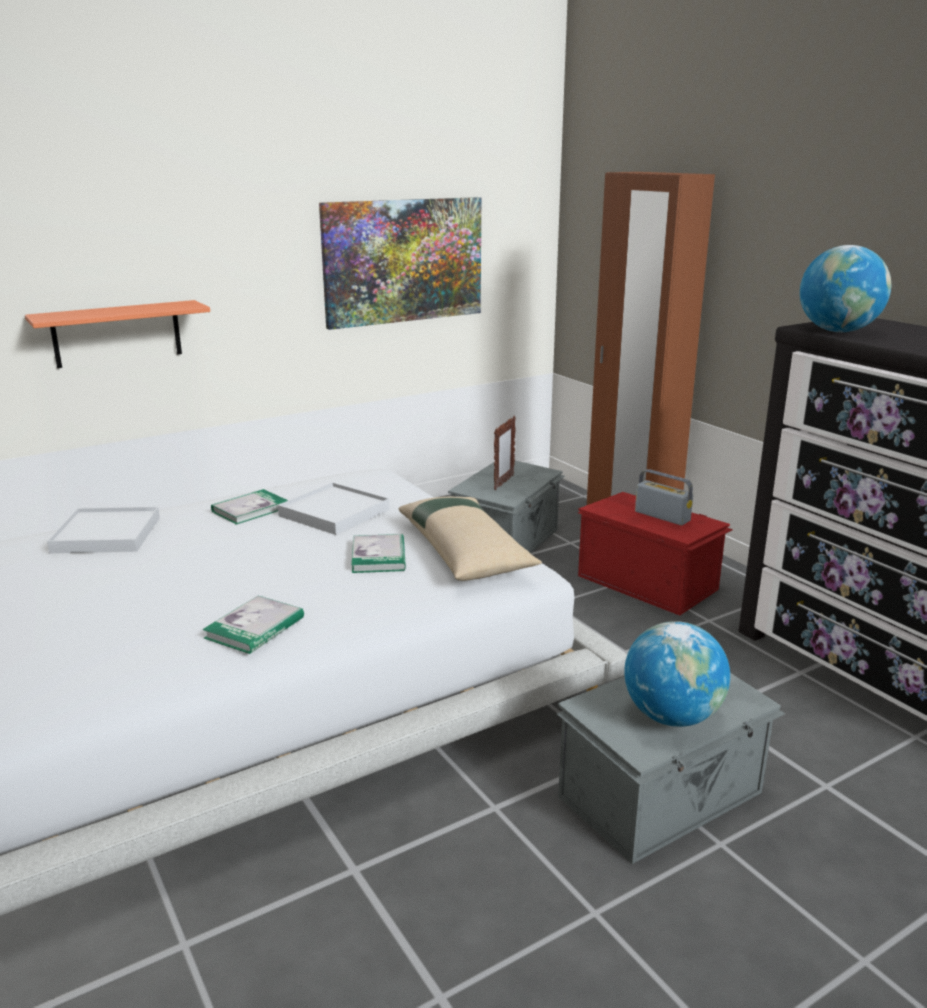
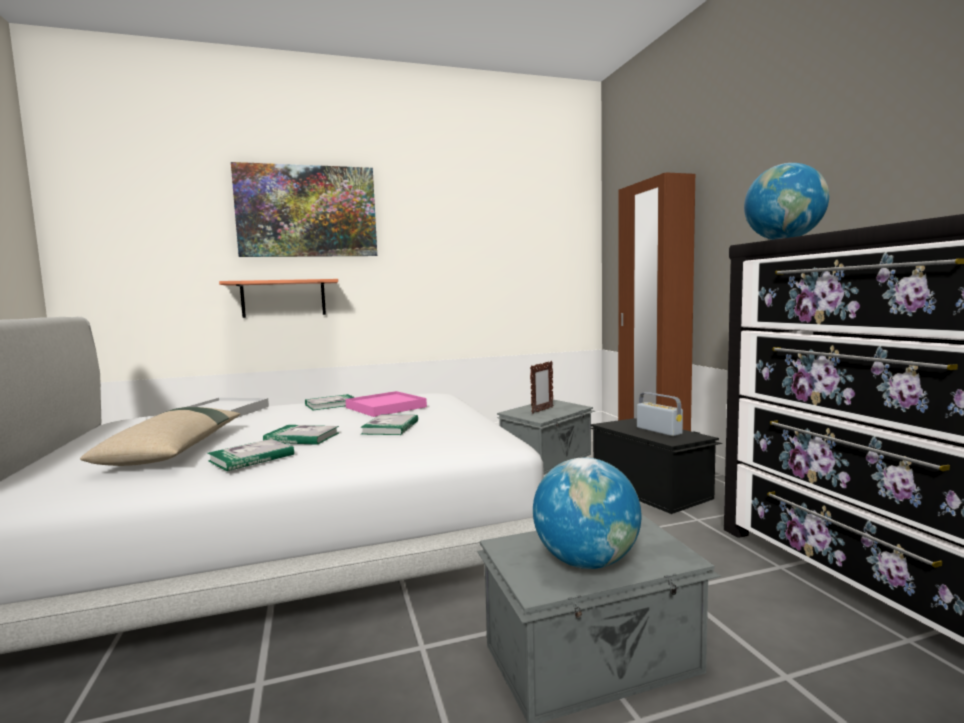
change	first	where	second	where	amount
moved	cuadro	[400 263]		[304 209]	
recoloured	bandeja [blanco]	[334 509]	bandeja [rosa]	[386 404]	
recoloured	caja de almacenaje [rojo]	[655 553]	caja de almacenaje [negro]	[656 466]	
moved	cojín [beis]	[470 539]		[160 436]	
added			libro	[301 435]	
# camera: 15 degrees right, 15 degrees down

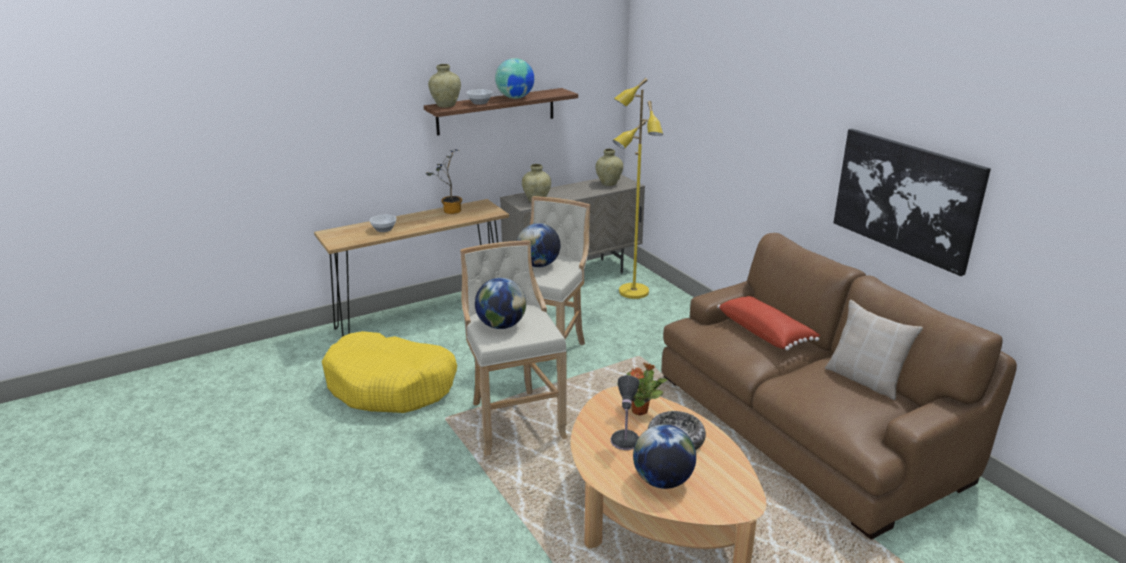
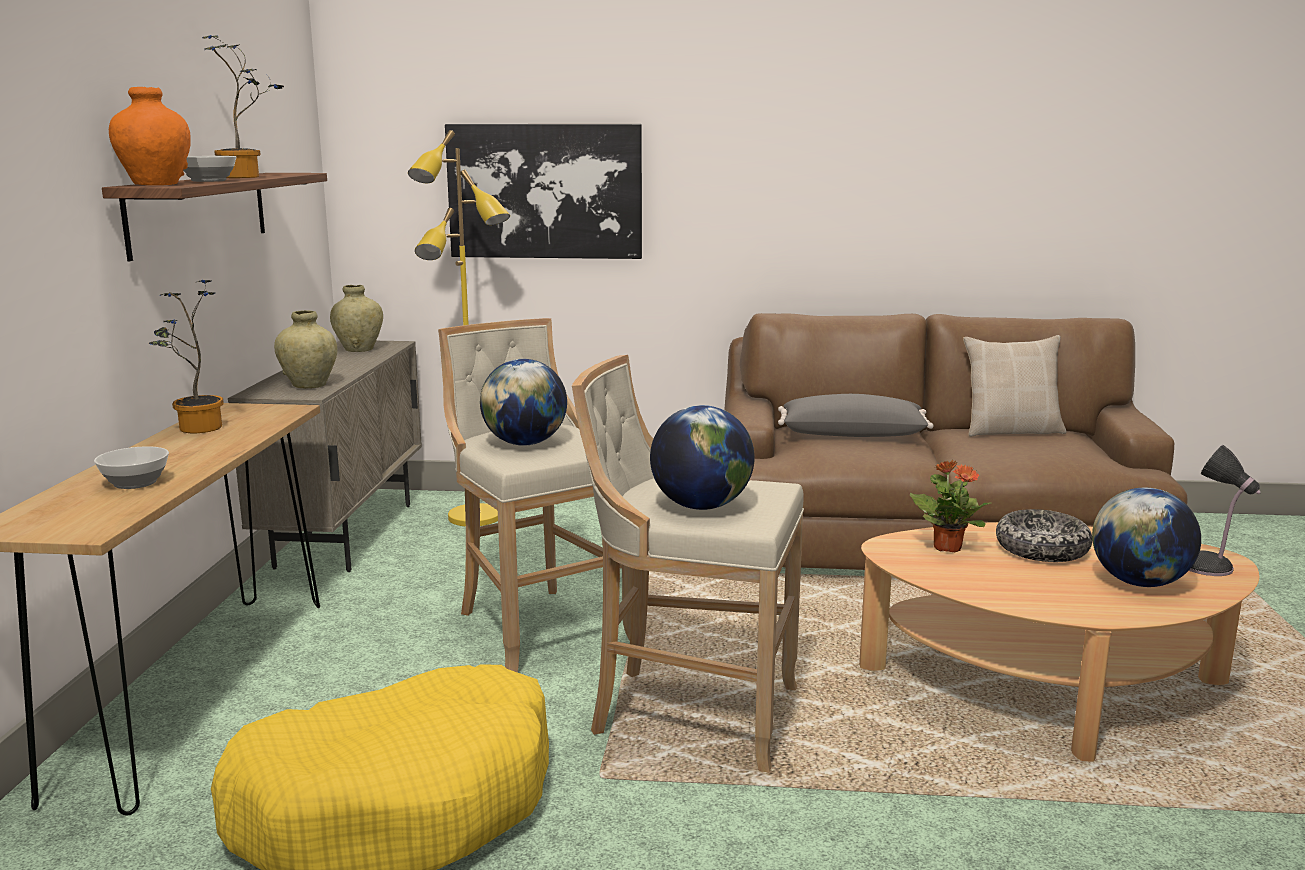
change	first	where	second	where	amount
replaced	globo terráqueo	[514 78]	planta en maceta	[243 106]	
recoloured	florero [beis]	[444 85]	florero [naranja]	[150 136]	
moved	cuadro	[912 202]		[543 191]	
recoloured	cojín [rojo]	[768 323]	cojín [gris]	[856 415]	
moved	lámpara de mesa	[625 412]		[1225 510]	
# camera: 55 degrees left, 10 degrees down

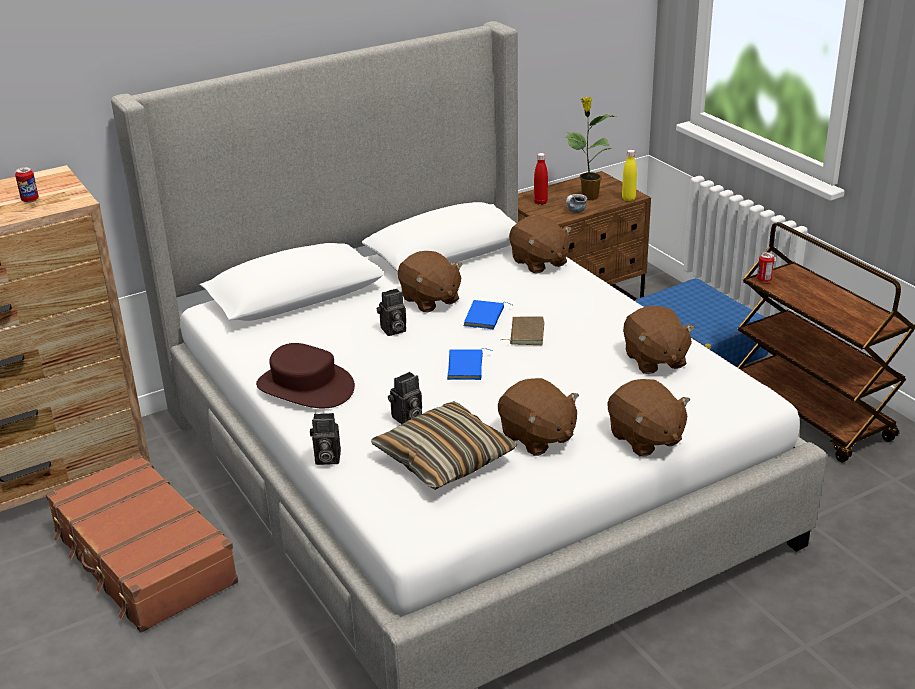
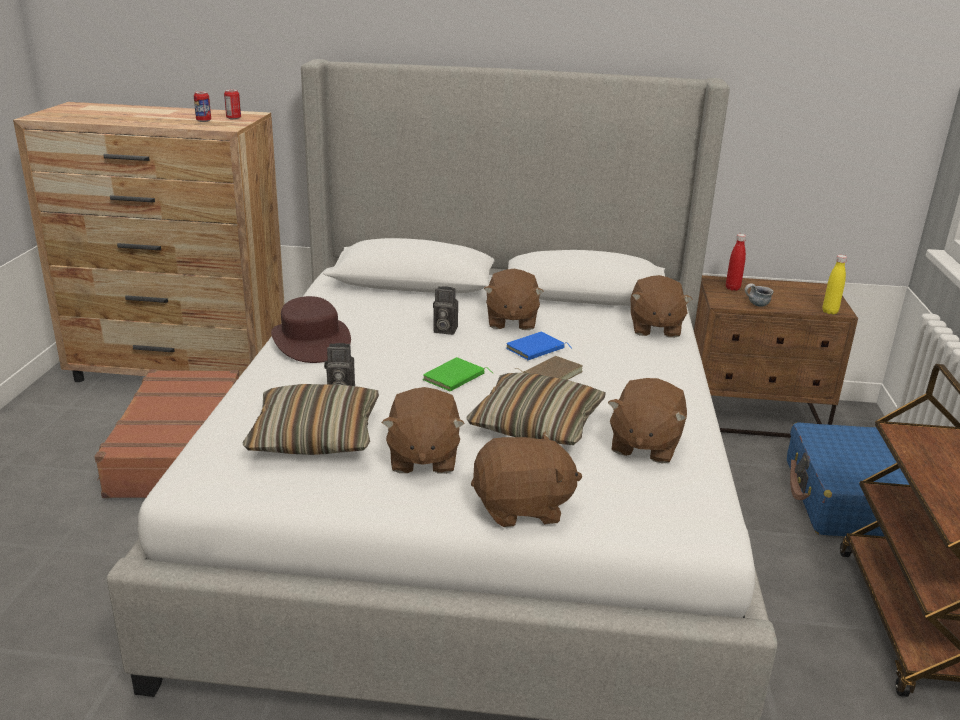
change	first	where	second	where	amount
removed	planta en maceta	[590 148]			
moved	lata	[766 267]		[232 104]	
recoloured	libro [azul]	[469 364]	libro [verde]	[458 374]	
turned	peluche [marrón]	[649 418]		[526 479]	105 degrees counterclockwise
removed	cámara	[325 439]			
added			cojín	[536 409]	
# camera: 35 degrees right, 5 degrees down

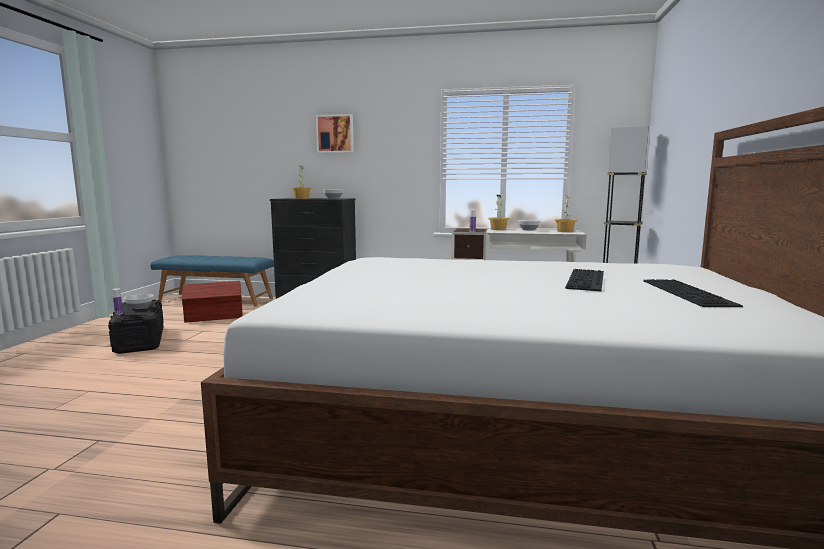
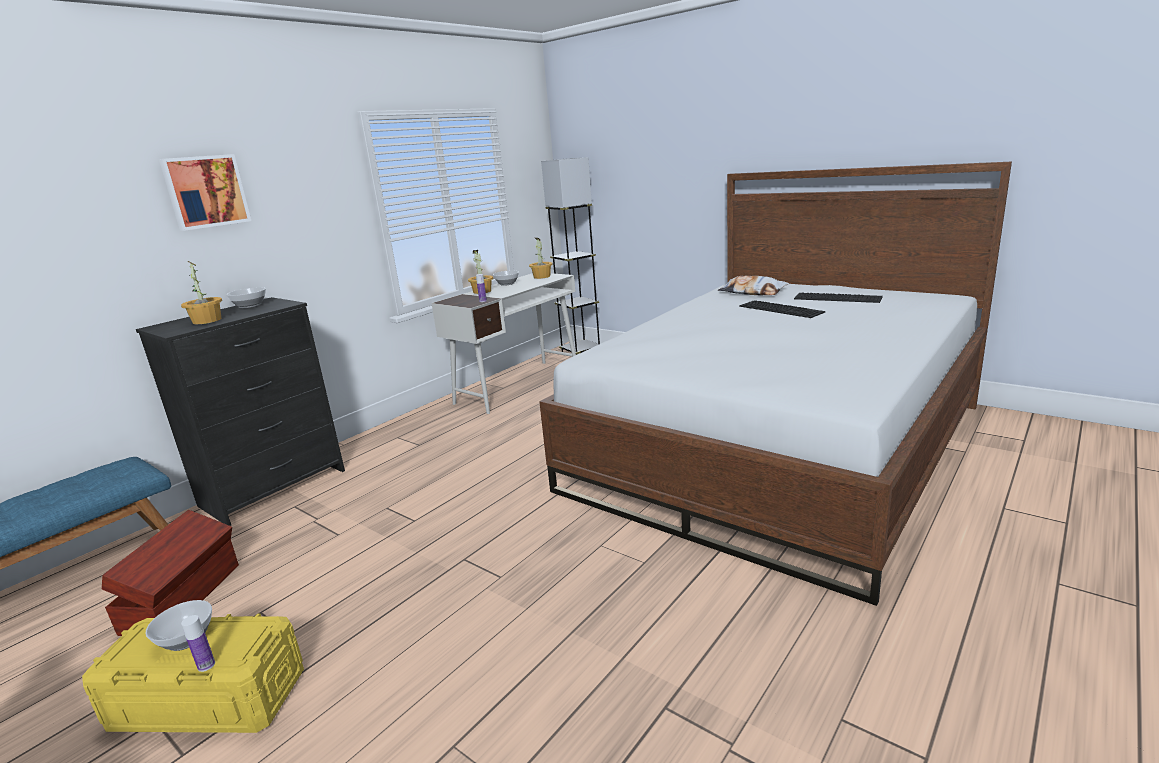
change	first	where	second	where	amount
recoloured	caja de almacenaje [negro]	[136 327]	caja de almacenaje [amarillo]	[193 673]	
added			cojín	[753 285]	
# camera: 60 degrees left, 10 degrees up

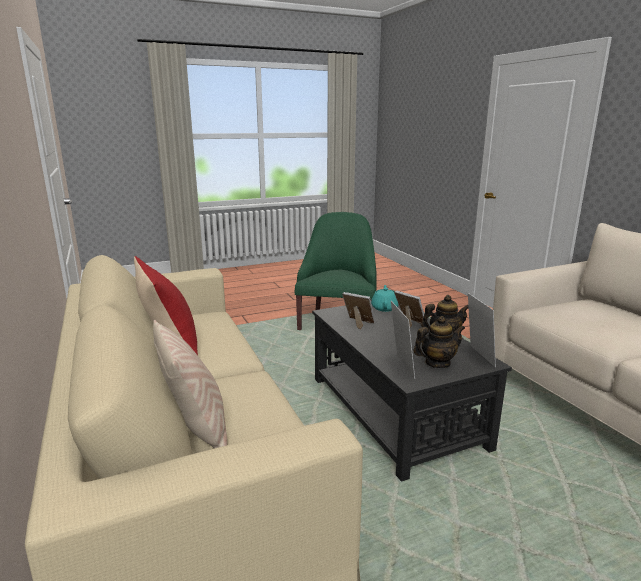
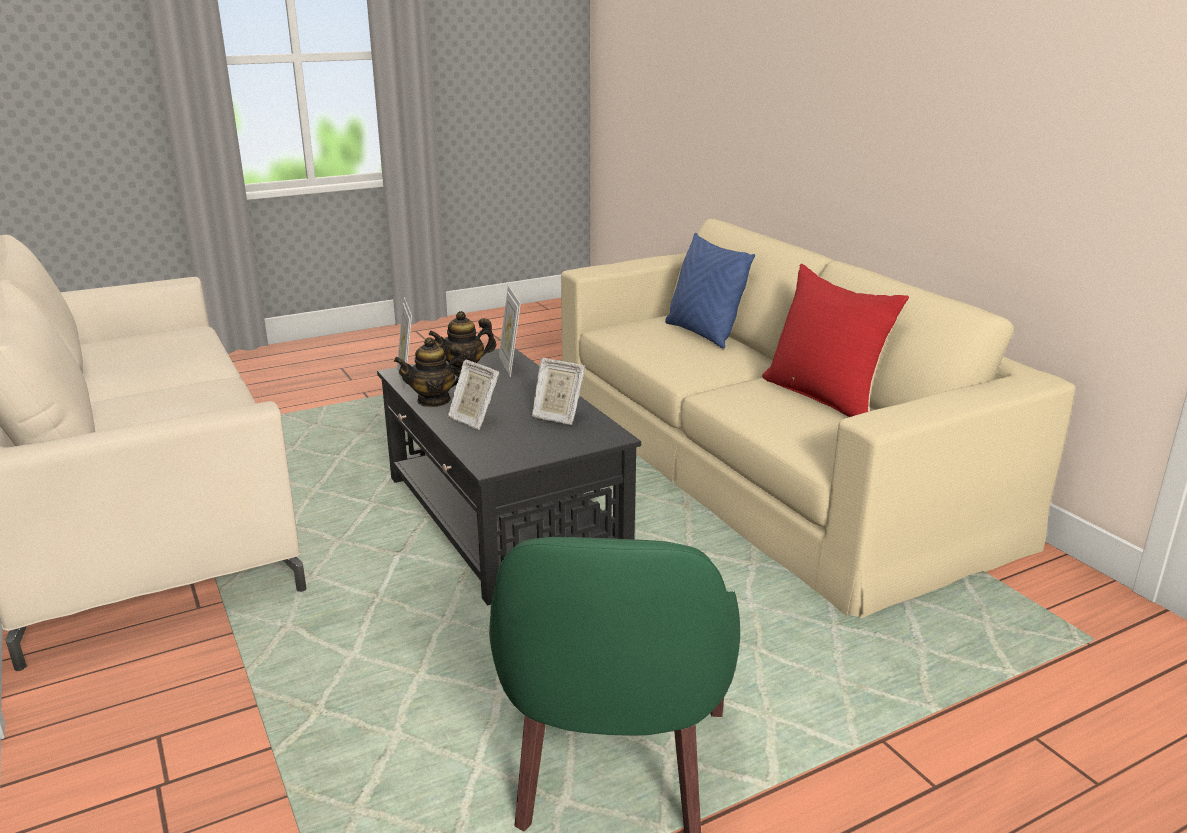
change	first	where	second	where	amount
removed	tetera [turquesa]	[384 298]			
recoloured	cojín [beis]	[190 383]	cojín [azul]	[710 290]	
# camera: 175 degrees right, 5 degrees up

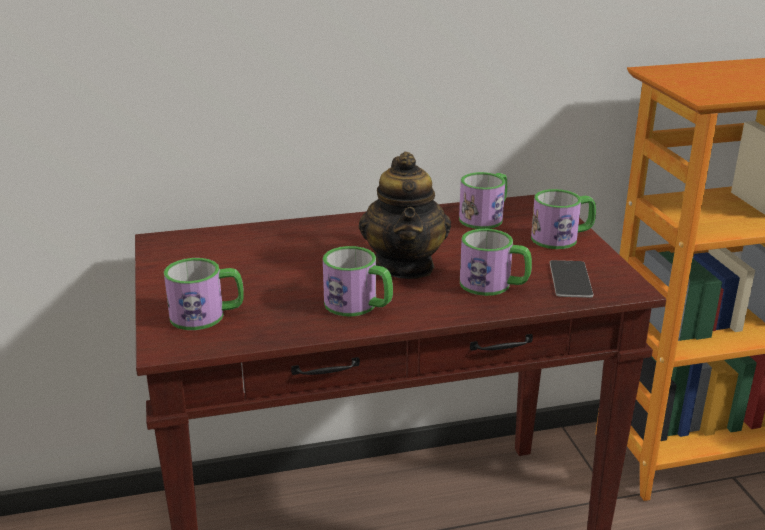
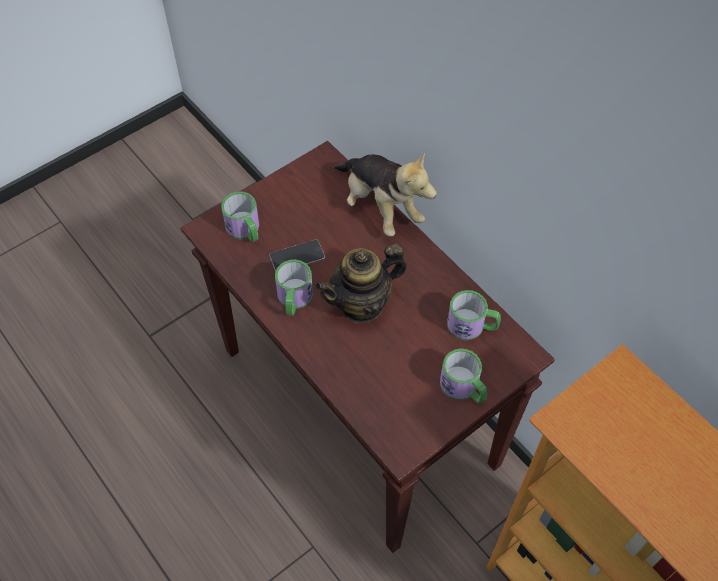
change	first	where	second	where	amount
removed	taza grande	[496 262]			
moved	móvil	[571 279]		[297 255]	
added			peluche	[385 194]	
# camera: 65 degrees right, 30 degrees up

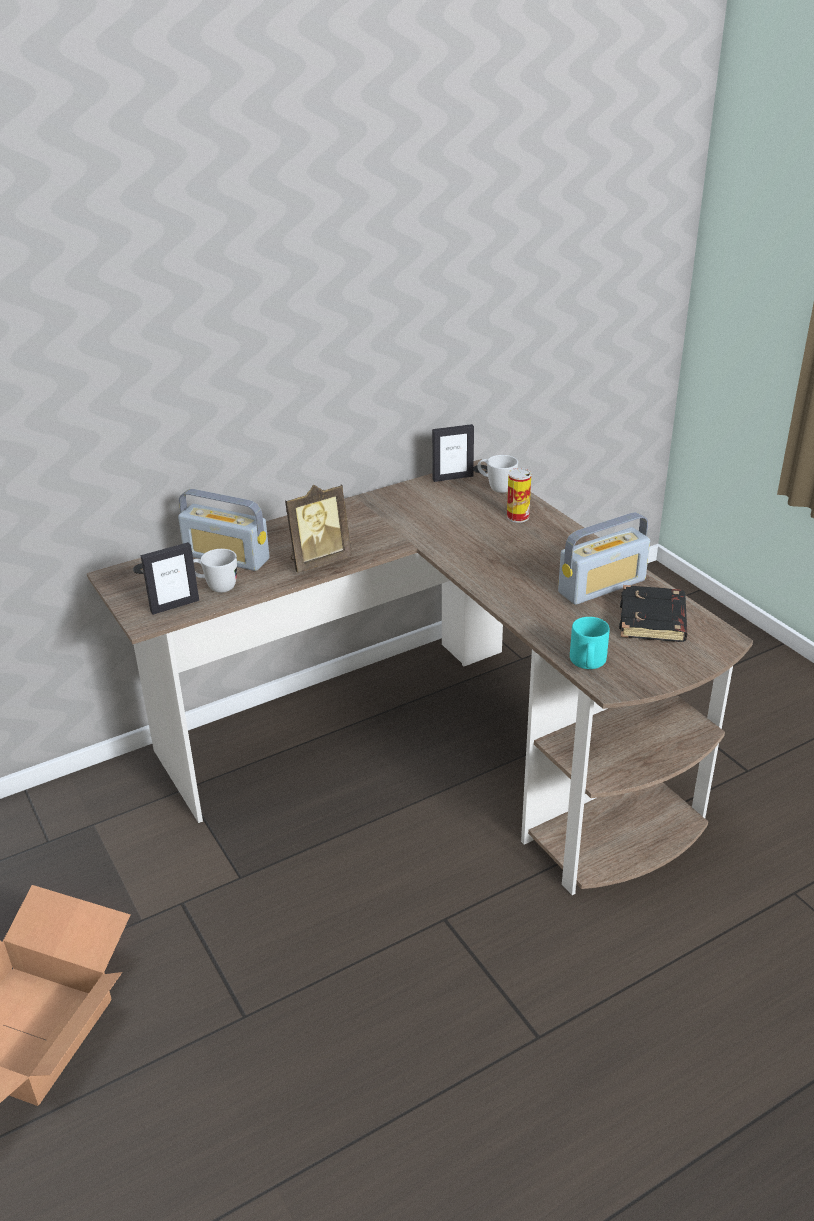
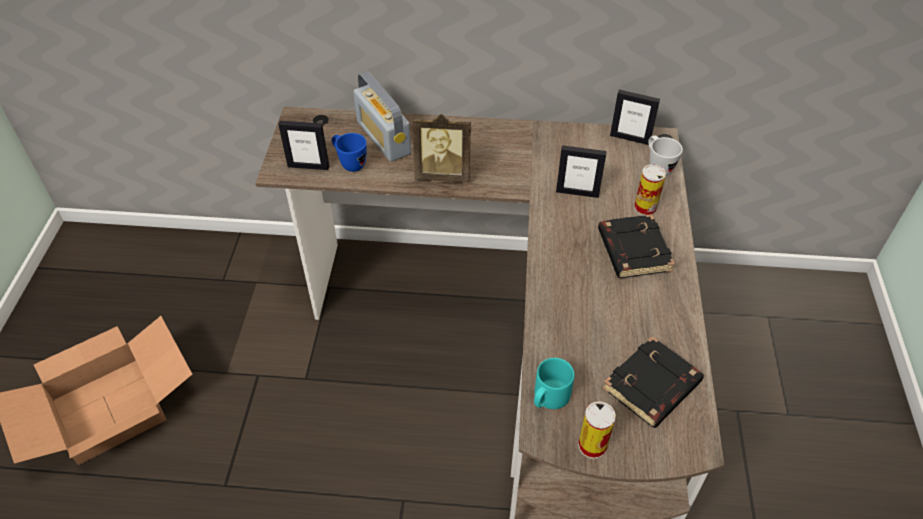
change	first	where	second	where	amount
removed	radio	[604 558]			
recoloured	taza grande [blanco]	[215 571]	taza grande [azul]	[349 152]	
added			portarretratos	[581 171]	
added			libro [negro]	[636 246]	
added			lata	[597 430]	
# camera: 35 degrees right, 15 degrees up

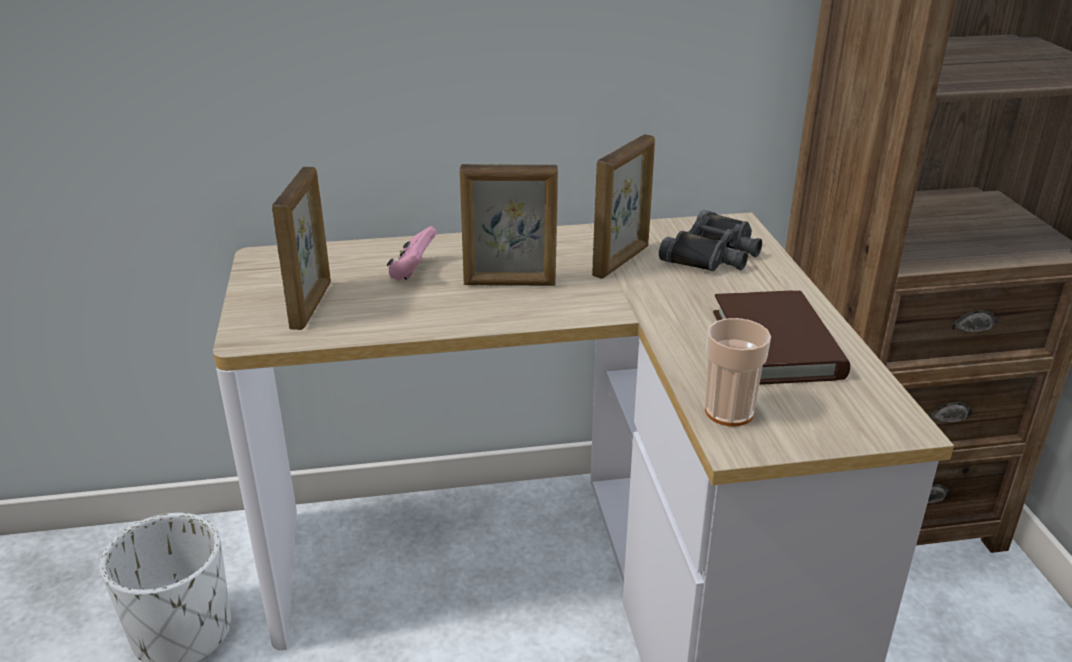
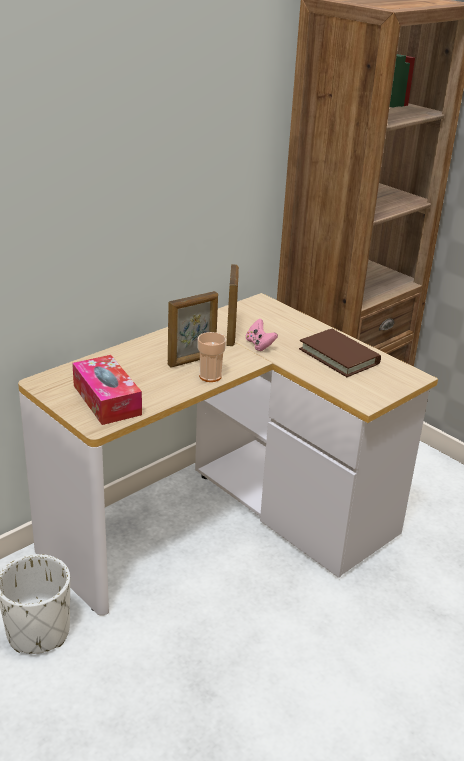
change	first	where	second	where	amount
replaced	portarretratos	[301 248]	caja de pañuelos	[107 390]	
removed	prismáticos [negro]	[710 241]			
moved	mando de consola [rosa]	[412 253]		[262 335]	
moved	taza	[738 372]		[212 357]	
# camera: 35 degrees left, 0 degrees up

